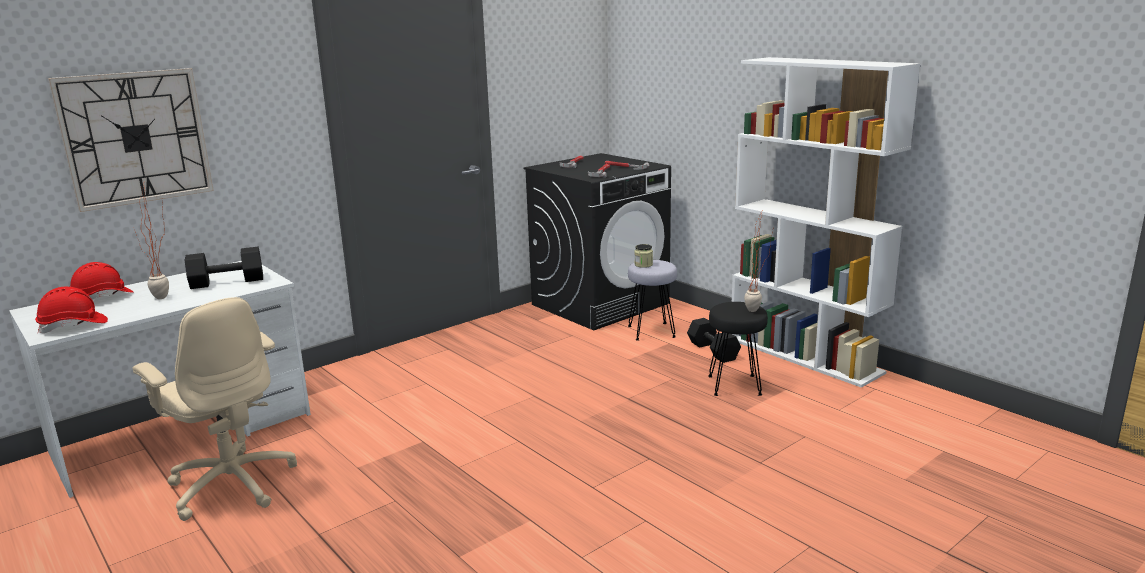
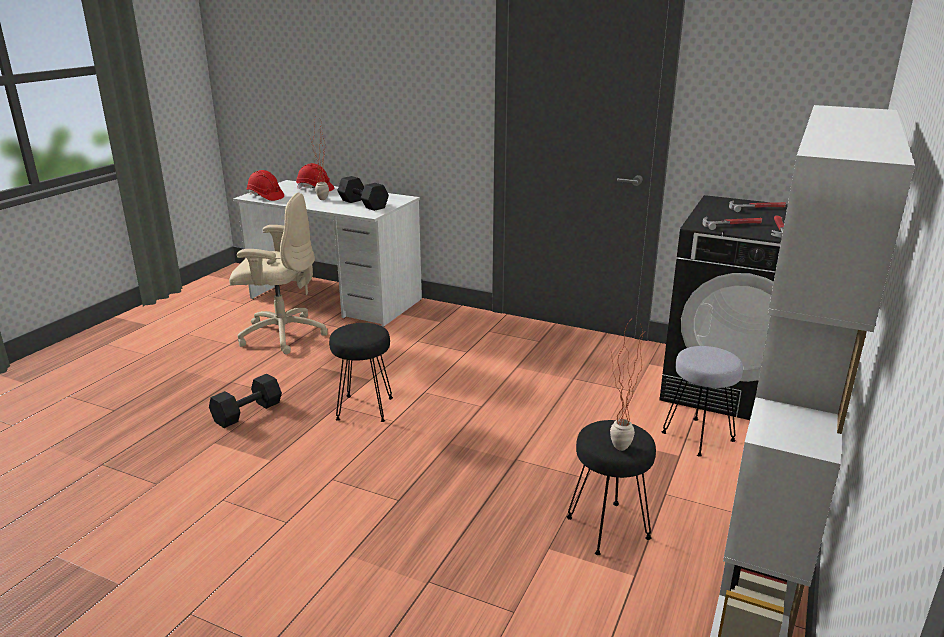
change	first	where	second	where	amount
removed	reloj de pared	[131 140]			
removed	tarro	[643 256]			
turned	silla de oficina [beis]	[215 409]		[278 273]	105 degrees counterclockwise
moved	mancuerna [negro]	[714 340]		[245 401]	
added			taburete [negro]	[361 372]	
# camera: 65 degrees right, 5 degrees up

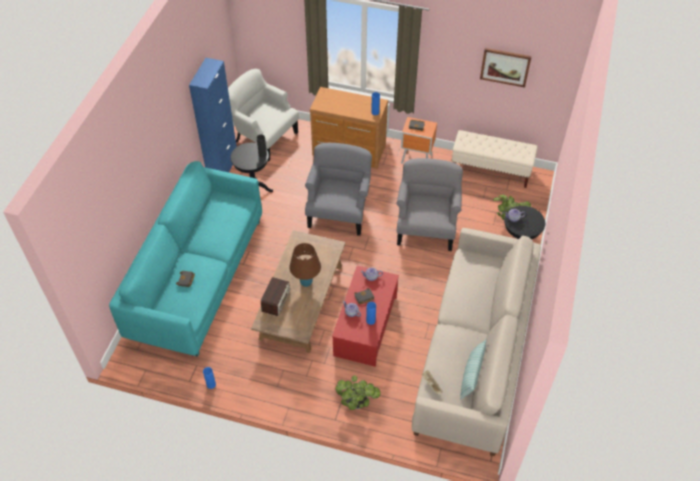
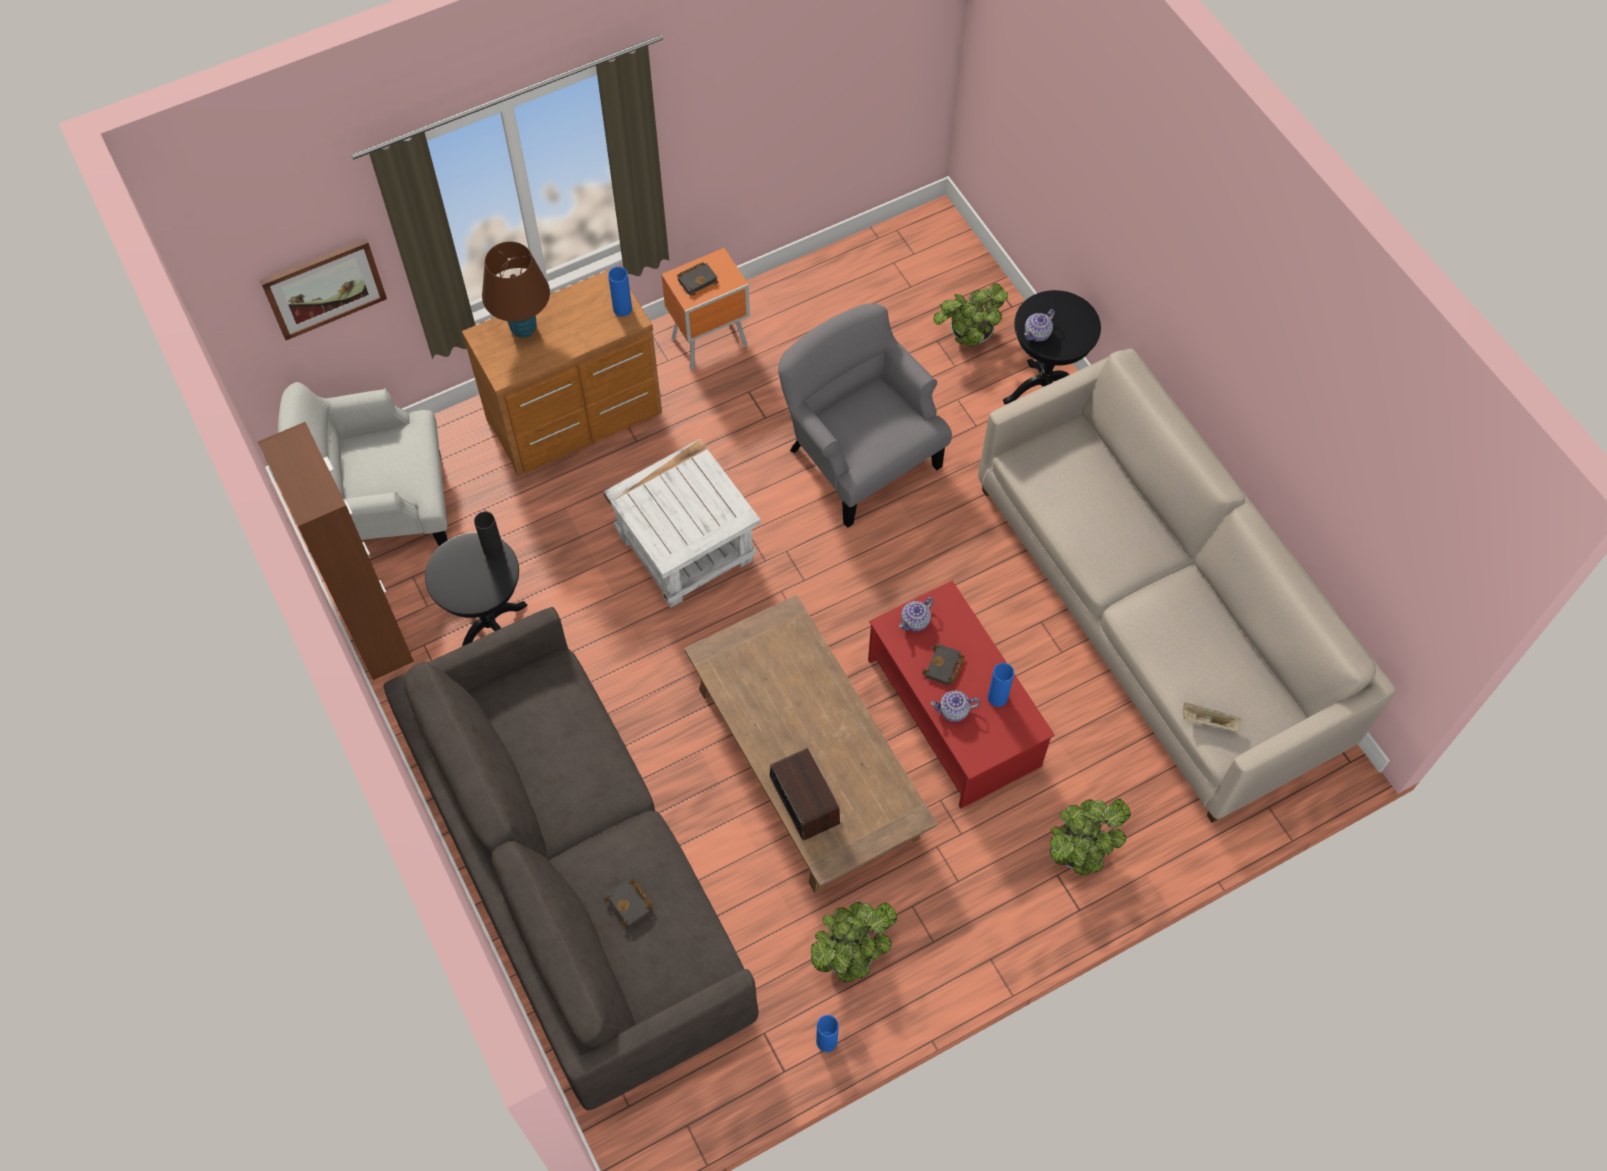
change	first	where	second	where	amount
moved	cuadro	[506 67]		[323 289]	
recoloured	armario [azul]	[213 115]	armario [marrón]	[336 551]	
removed	banco [beis]	[494 159]			
replaced	sillón [gris]	[338 189]	mesa auxiliar [blanco]	[682 523]	
recoloured	sofá [turquesa]	[185 259]	sofá [gris]	[571 858]	
moved	lámpara de mesa [marrón]	[305 265]		[516 289]	
removed	cojín	[473 369]			
added			planta en maceta	[854 942]	
# camera: 45 degrees left, 10 degrees up

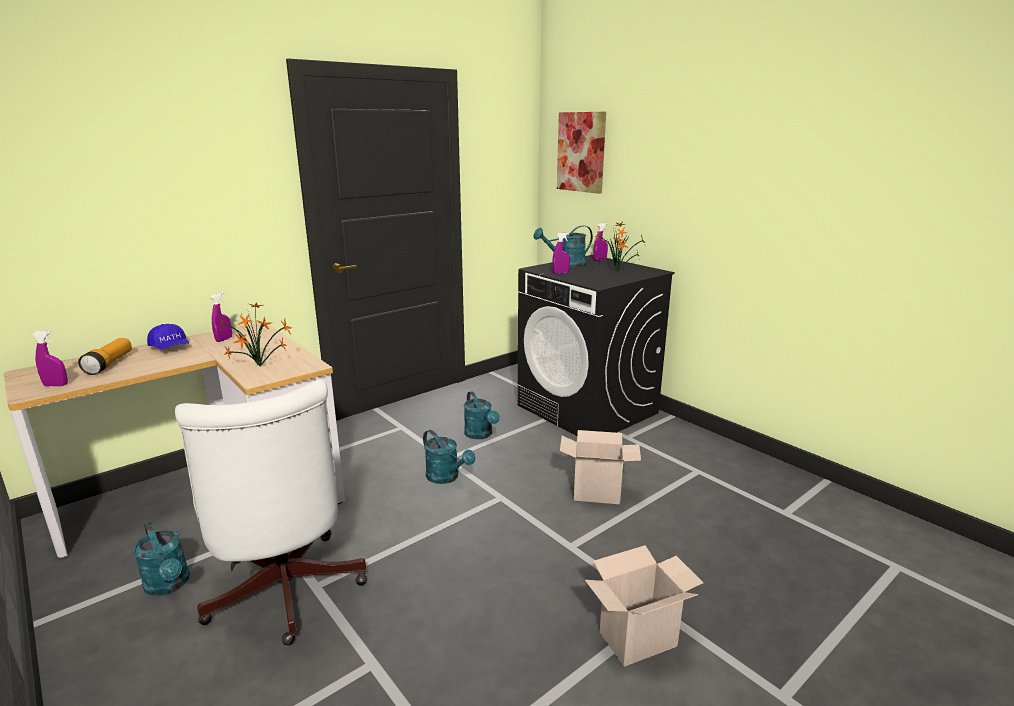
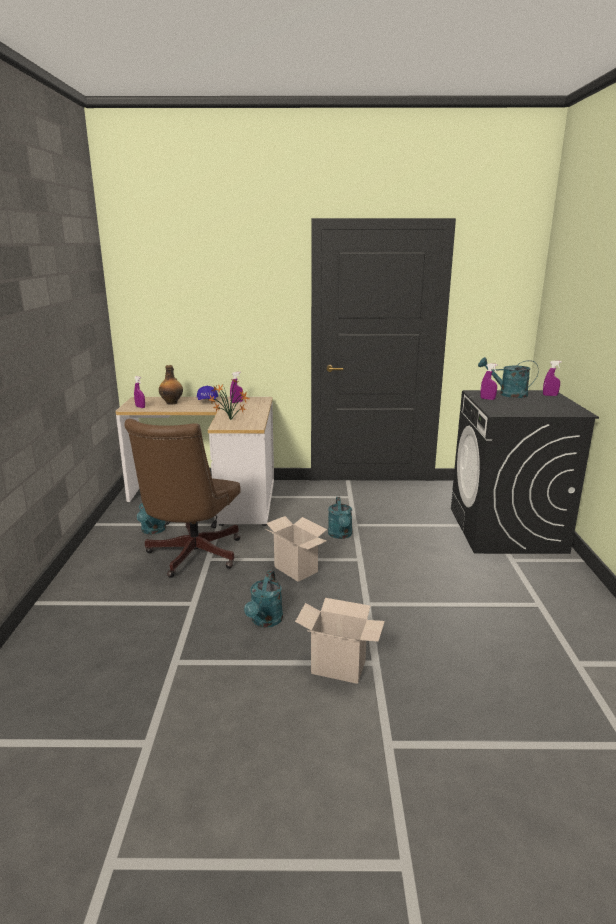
change	first	where	second	where	amount
removed	cuadro	[581 153]			
removed	planta en maceta	[620 245]			
replaced	linterna	[105 356]	botella	[171 385]	
recoloured	silla de oficina [blanco]	[271 512]	silla de oficina [marrón]	[183 498]	
moved	regadera [turquesa]	[482 415]		[263 599]	
moved	caja de cartón	[600 467]		[296 549]	
# camera: 40 degrees right, 0 degrees up

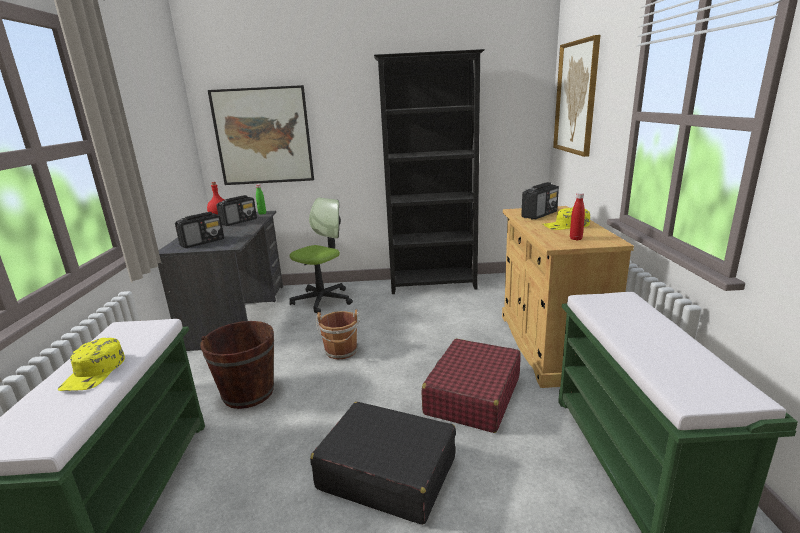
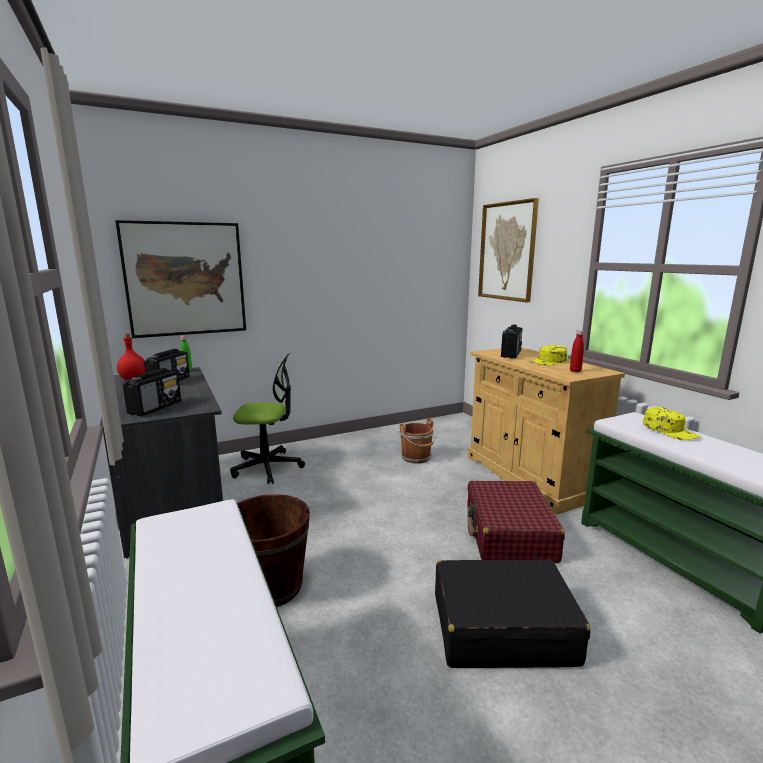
change	first	where	second	where	amount
removed	estantería [negro]	[429 171]			
turned	silla de oficina	[321 255]		[267 418]	75 degrees clockwise
moved	cubo [marrón]	[338 334]		[417 440]	
moved	gorra [amarillo]	[91 364]		[672 423]	
# camera: 25 degrees left, 5 degrees down

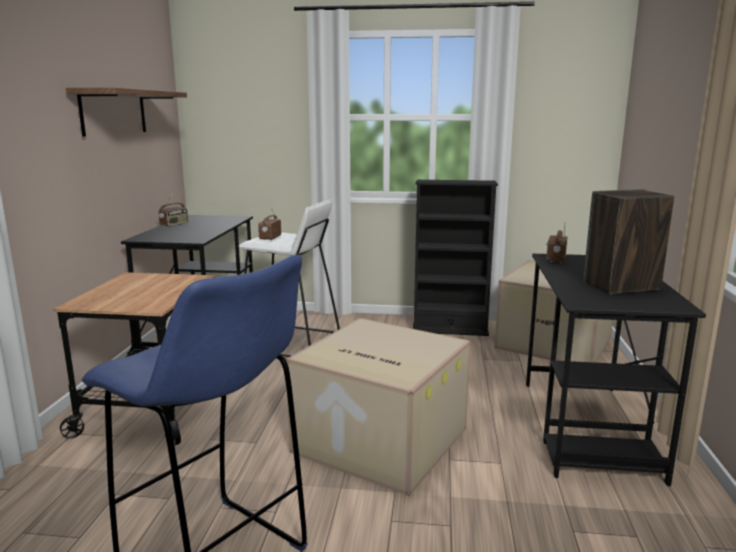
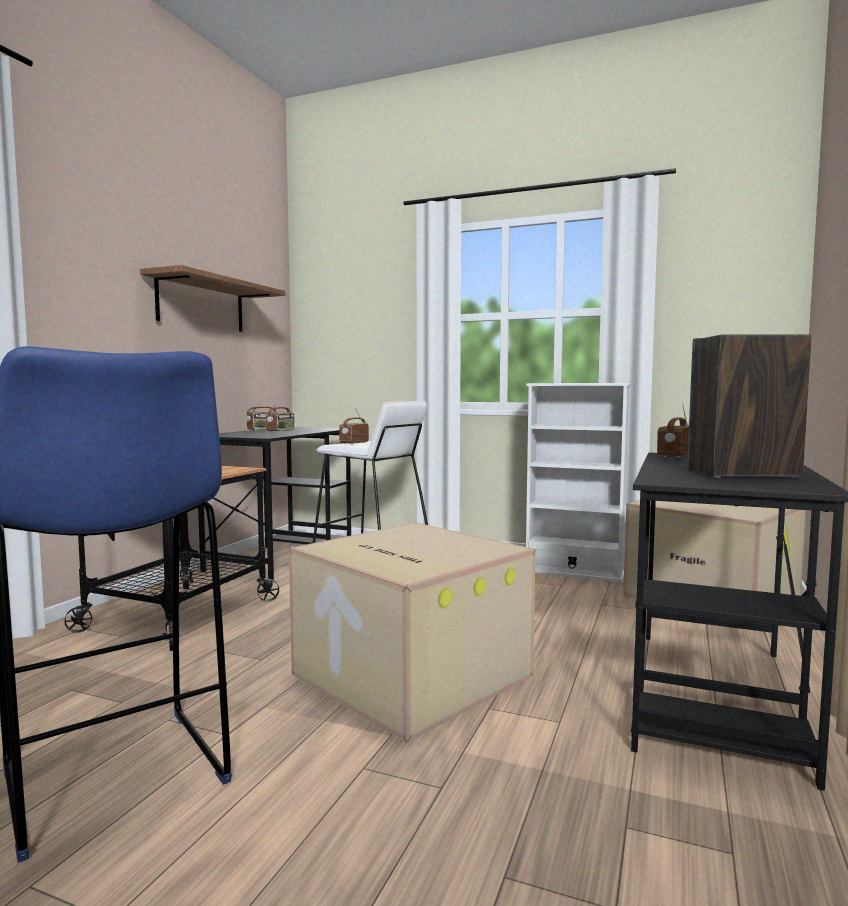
change	first	where	second	where	amount
recoloured	estantería [negro]	[455 258]	estantería [blanco]	[578 483]	
added			radio	[280 414]	
# camera: 15 degrees right, 10 degrees down

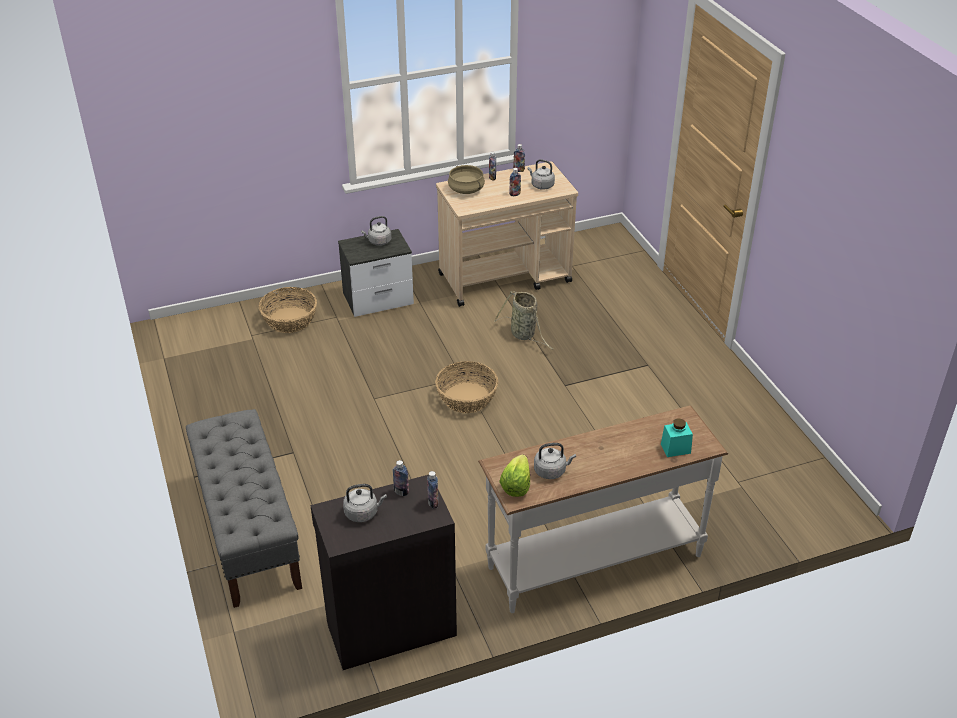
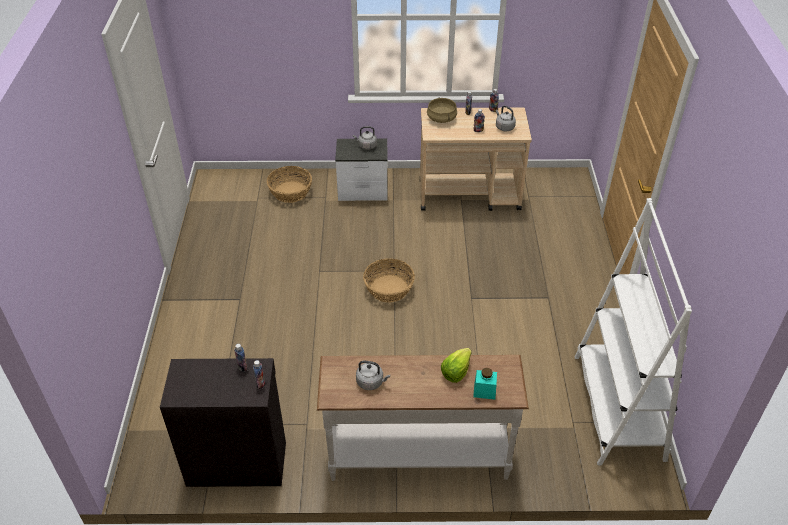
change	first	where	second	where	amount
removed	cesta	[523 320]			
removed	banco [gris]	[244 508]			
moved	lechuga	[514 475]		[456 365]	
removed	hervidor [gris]	[365 503]			
added			estantería [blanco]	[633 331]	
# camera: 20 degrees right, 5 degrees up

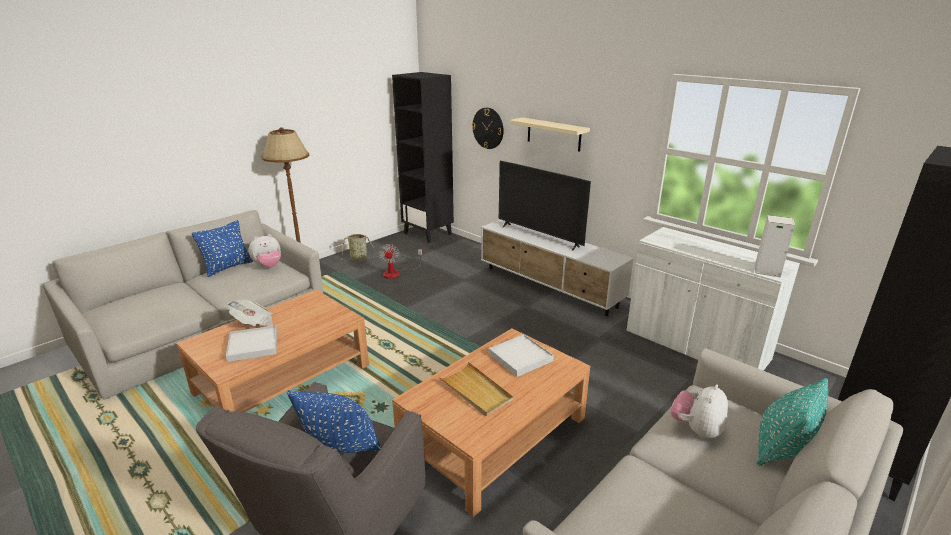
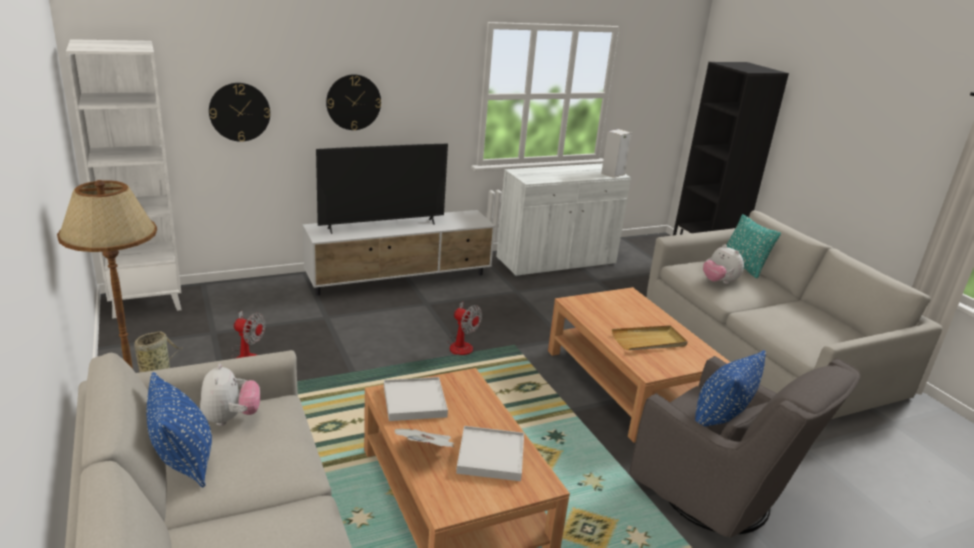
change	first	where	second	where	amount
recoloured	estantería [negro]	[423 157]	estantería [blanco]	[123 179]	
replaced	estante [beis]	[549 134]	reloj de pared	[353 102]	
moved	bandeja [blanco]	[521 355]		[416 399]	
added			ventilador	[465 328]	
# camera: 70 degrees left, 0 degrees up

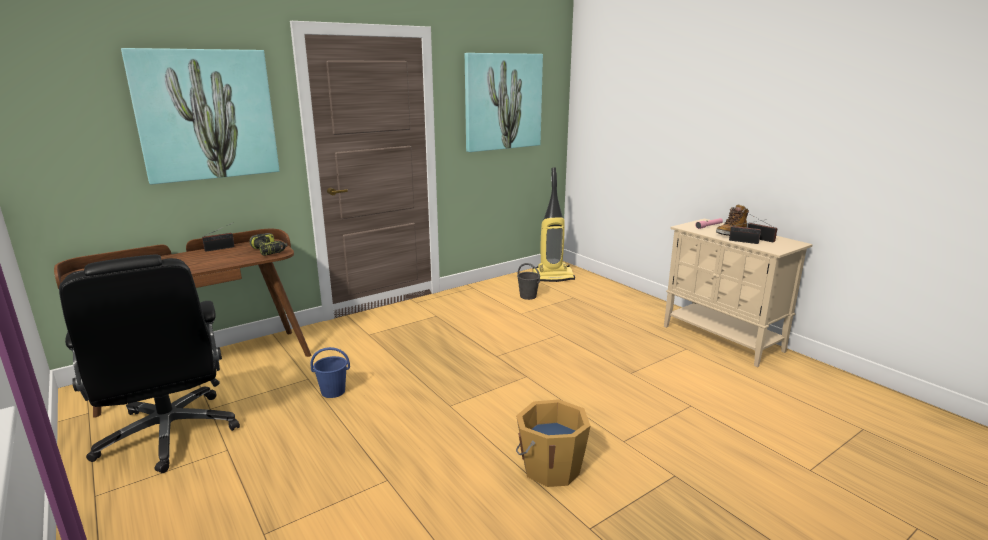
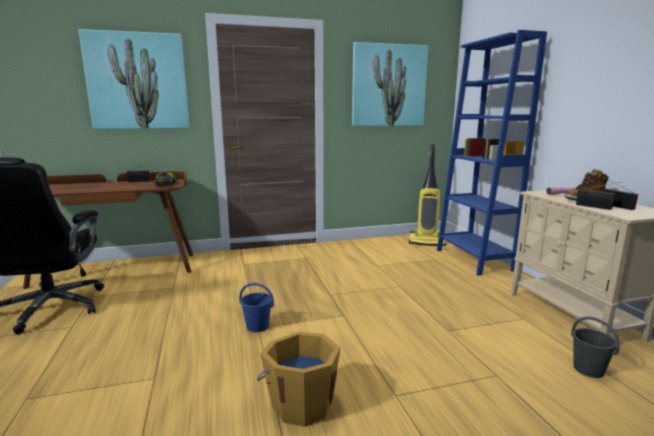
change	first	where	second	where	amount
moved	cubo [gris]	[528 281]		[595 347]	
moved	cubo [azul]	[330 372]		[256 307]	
added			estantería [azul]	[492 153]	
# camera: 20 degrees right, 5 degrees down

